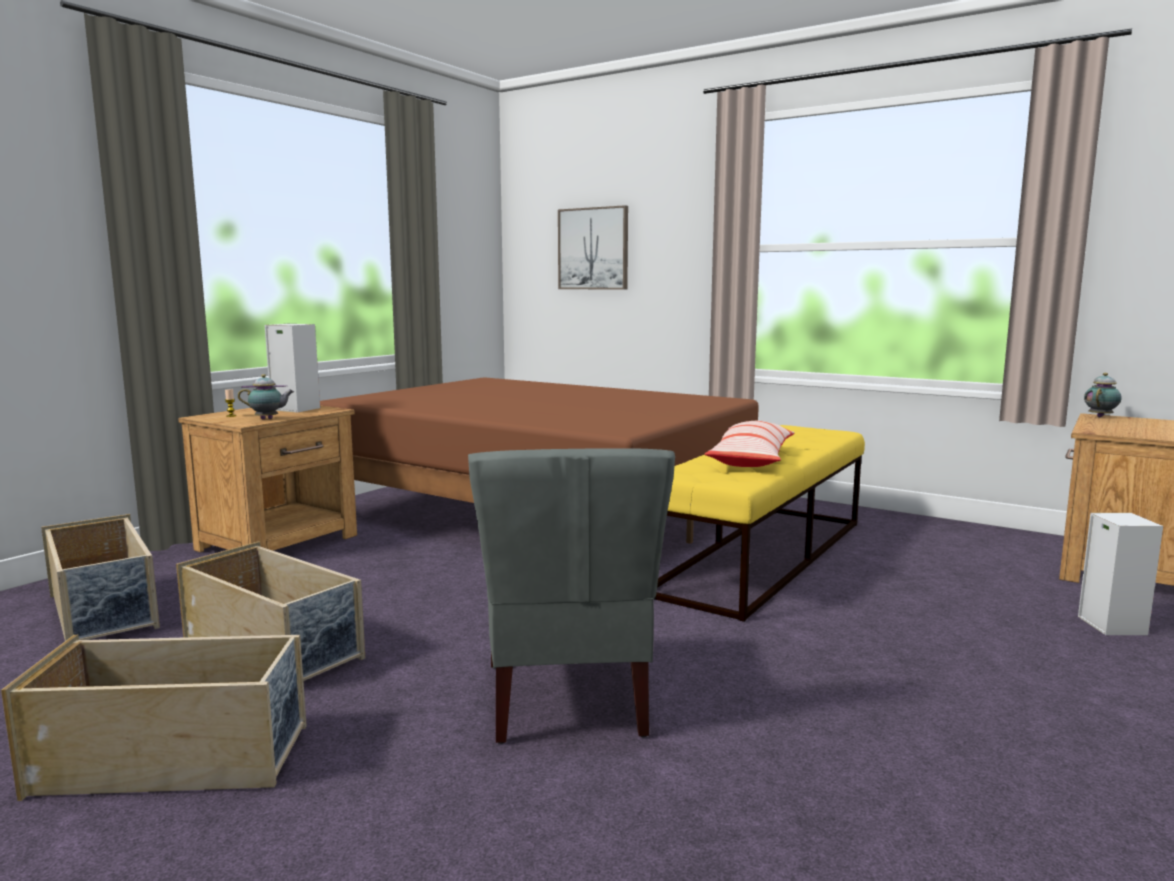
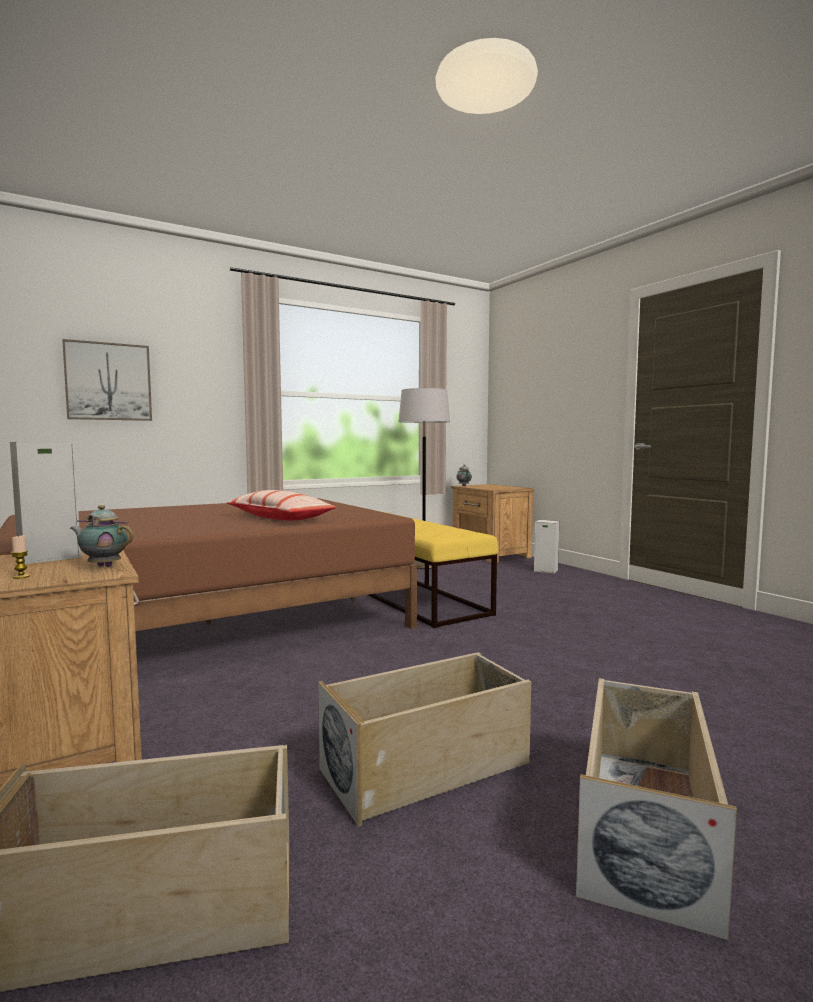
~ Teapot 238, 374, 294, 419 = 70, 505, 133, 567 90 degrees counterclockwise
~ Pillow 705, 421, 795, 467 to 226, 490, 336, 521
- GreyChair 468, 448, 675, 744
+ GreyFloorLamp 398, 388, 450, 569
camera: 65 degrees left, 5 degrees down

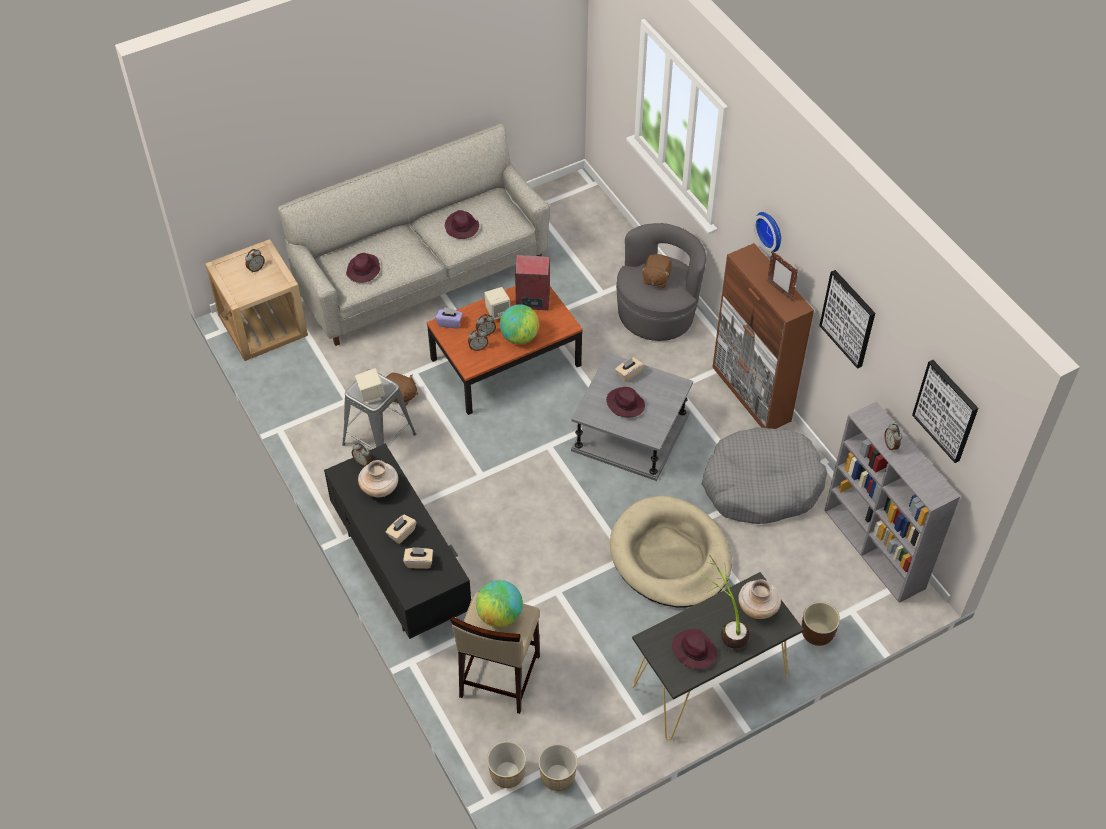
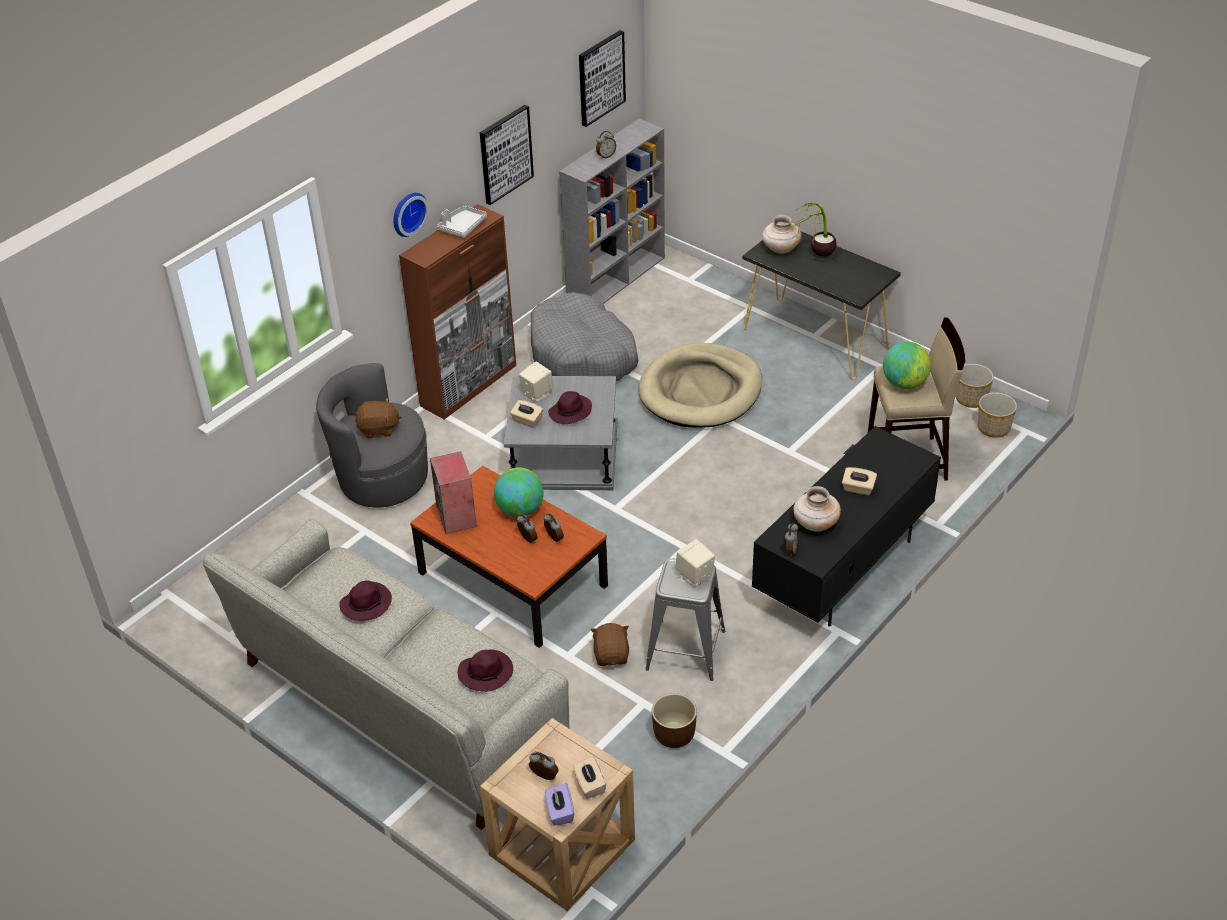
~ PictureFrame 767, 251, 798, 301 to GreyTray 437, 206, 487, 238
~ BeigeSpeaker 484, 287, 510, 320 to 519, 361, 554, 402
~ PurpleTissueBox 435, 307, 463, 329 to 545, 783, 574, 826
~ BeigeTissueBox 403, 547, 433, 569 to 573, 756, 607, 798
~ BrownPlanter 801, 602, 840, 646 to 652, 693, 697, 748
- PurpleHat 672, 629, 717, 669
camera: 110 degrees left, 10 degrees down

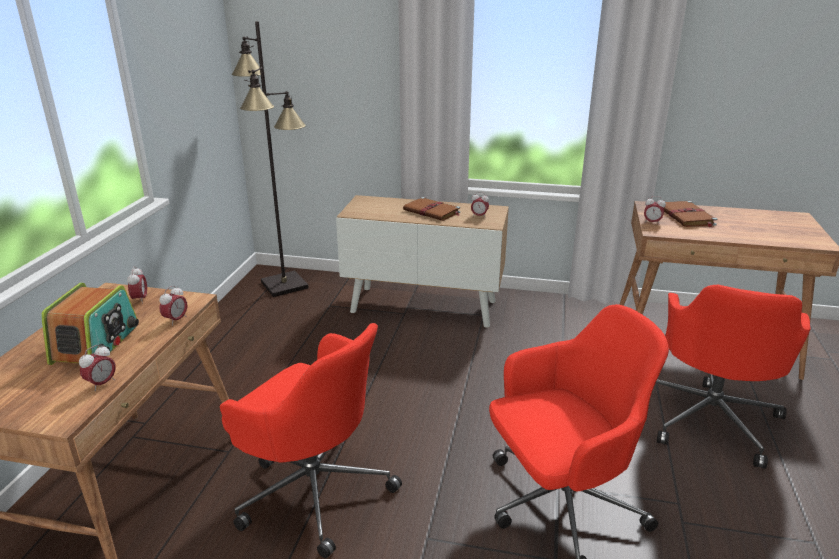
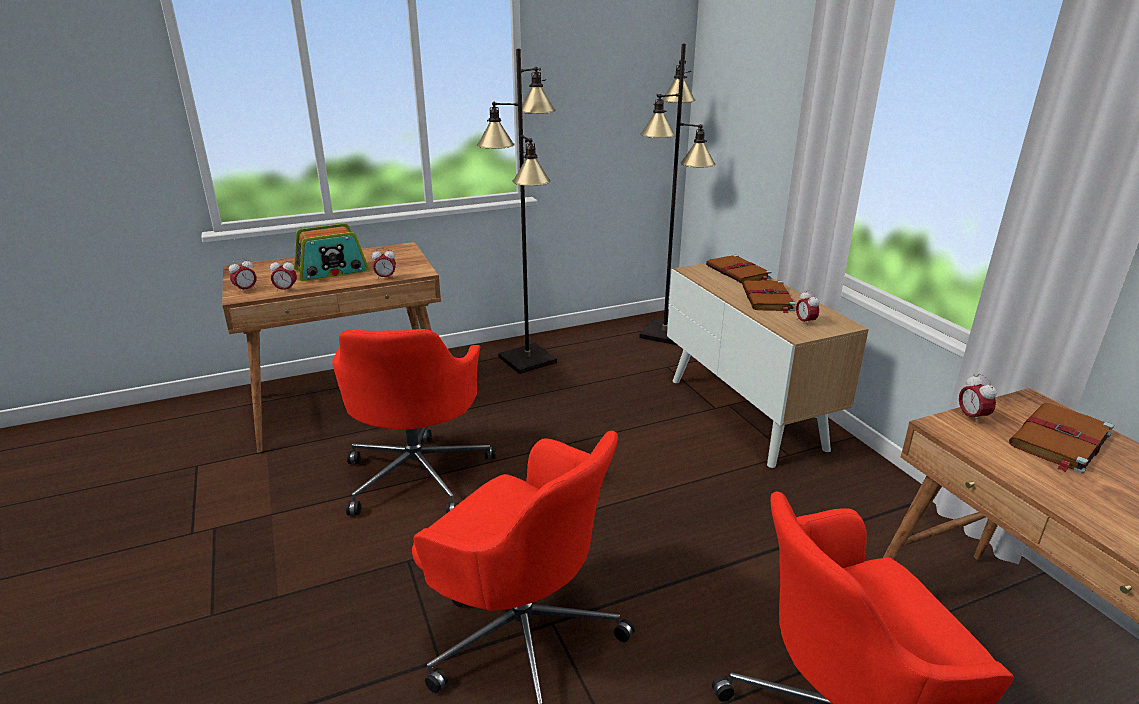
~ AlarmClock 127, 266, 147, 304 to 229, 258, 257, 294
+ BlackFloorLamp 477, 49, 557, 374
+ BrownBook 706, 255, 772, 283
camera: 55 degrees right, 0 degrees up

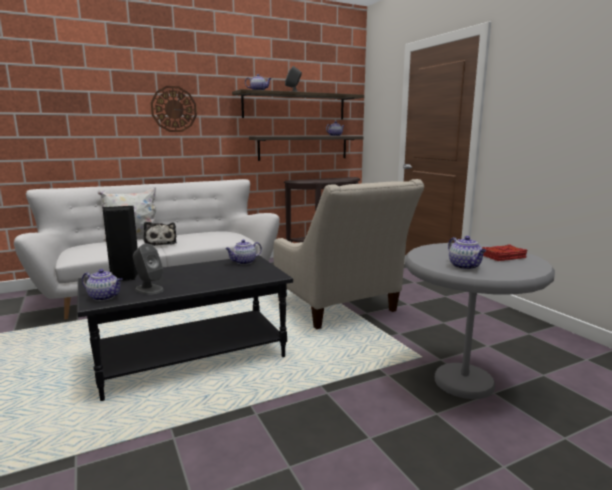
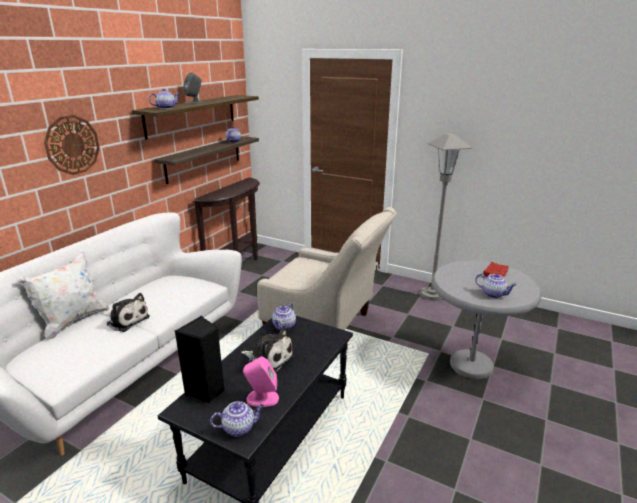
~ GreySpeaker 133, 244, 164, 295 to PinkSpeaker 243, 357, 279, 407
+ GreyFloorLamp 421, 134, 472, 301
+ PlushToy 241, 327, 294, 373
camera: 35 degrees left, 10 degrees up

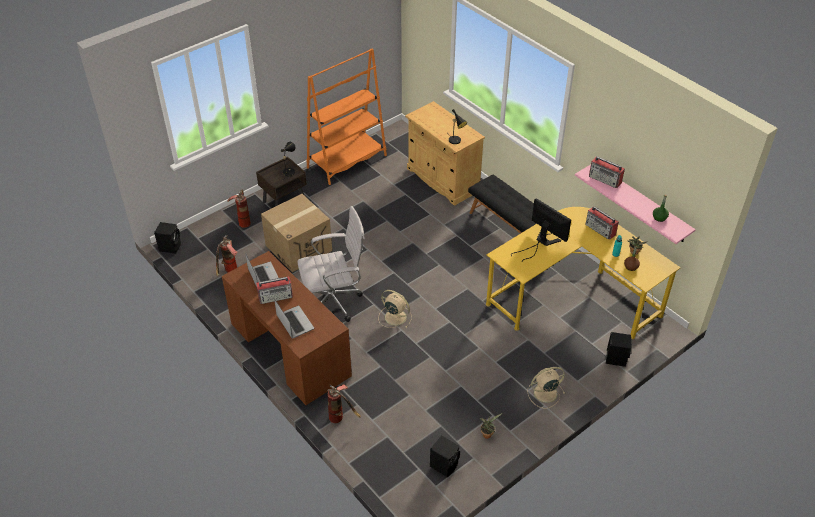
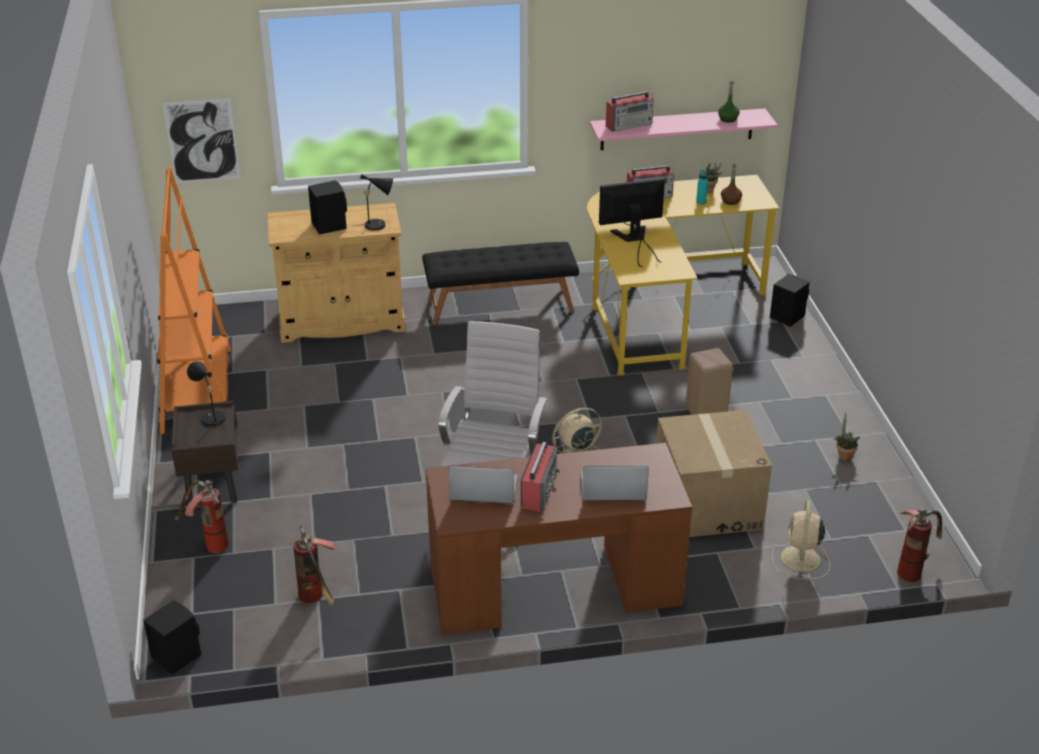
~ CardboardBox 261, 194, 332, 272 to 656, 410, 772, 537
~ BeigeFan 527, 367, 565, 408 to 772, 500, 830, 580
~ FireExtinguisher 327, 384, 361, 423 to 897, 509, 942, 582
~ BlackSpeaker 430, 435, 460, 477 to 308, 180, 347, 235
+ Picture 163, 99, 240, 183
+ BeigeStool 686, 348, 733, 415
camera: 60 degrees left, 10 degrees down

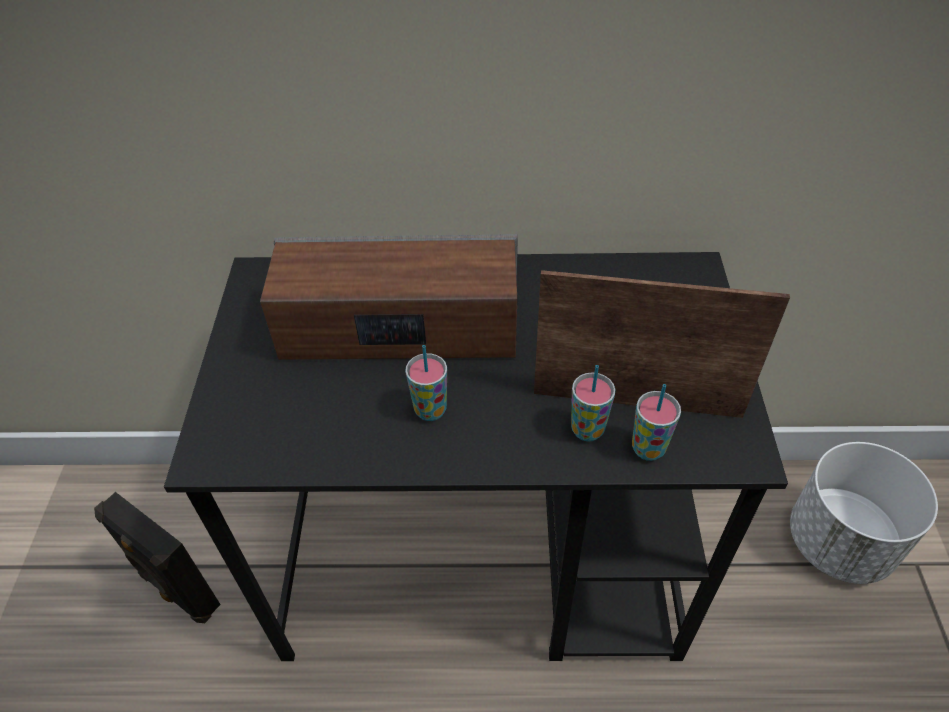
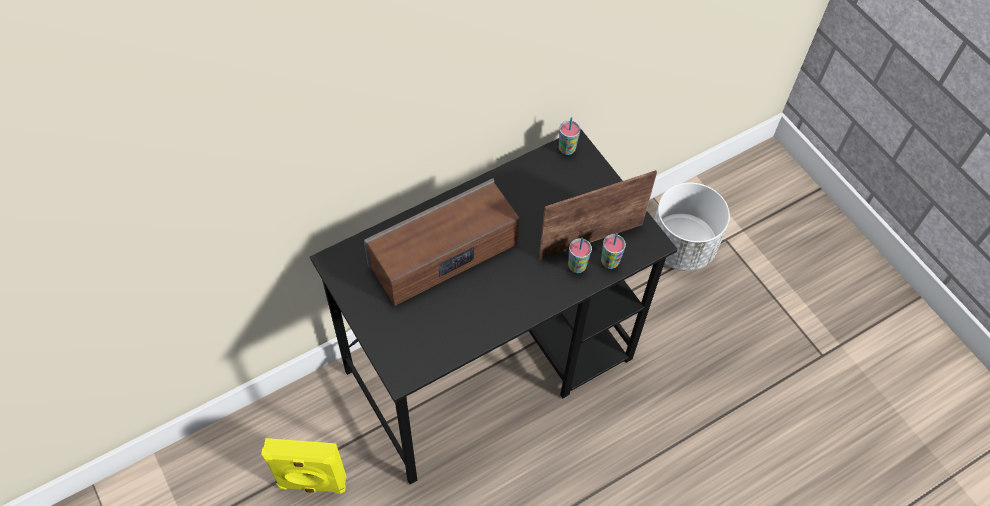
~ Cup 405, 345, 447, 421 to 559, 117, 581, 155
~ BlackSpeaker 94, 492, 221, 623 to YellowSpeaker 261, 438, 346, 494
camera: 35 degrees left, 10 degrees up

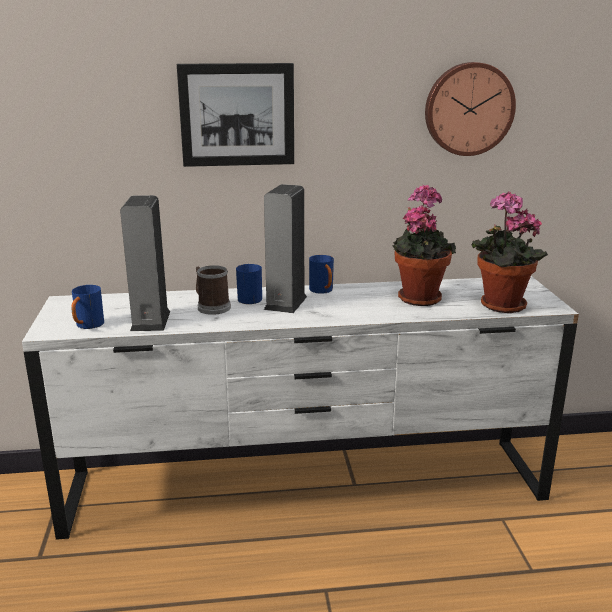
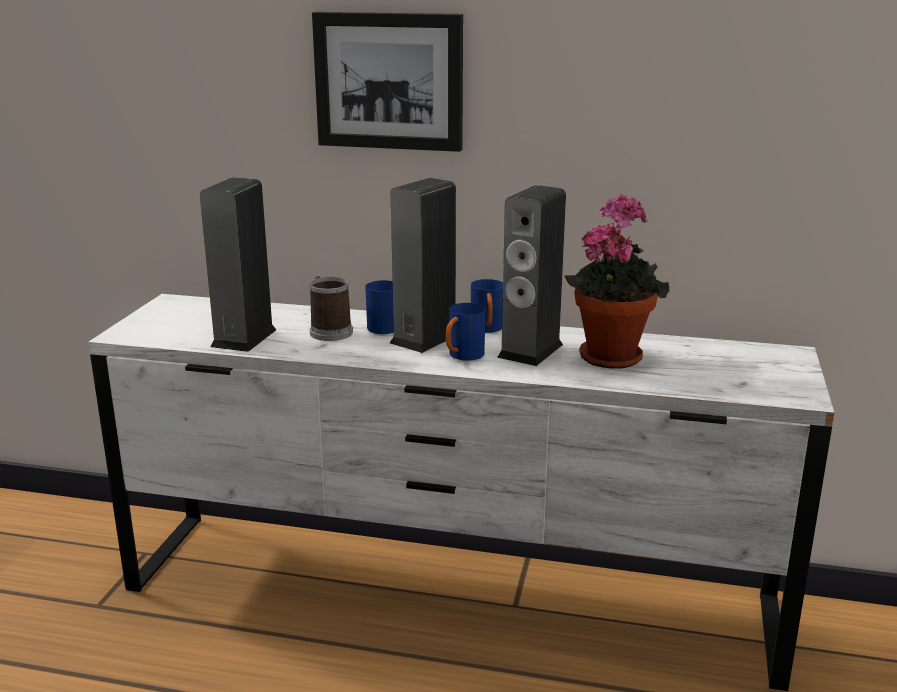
- WallClock 425, 62, 516, 156
- PottedPlant 472, 191, 548, 313
~ BlueMug 71, 285, 104, 329 to 446, 303, 486, 361
+ Speaker 497, 185, 566, 366
camera: 20 degrees right, 0 degrees up

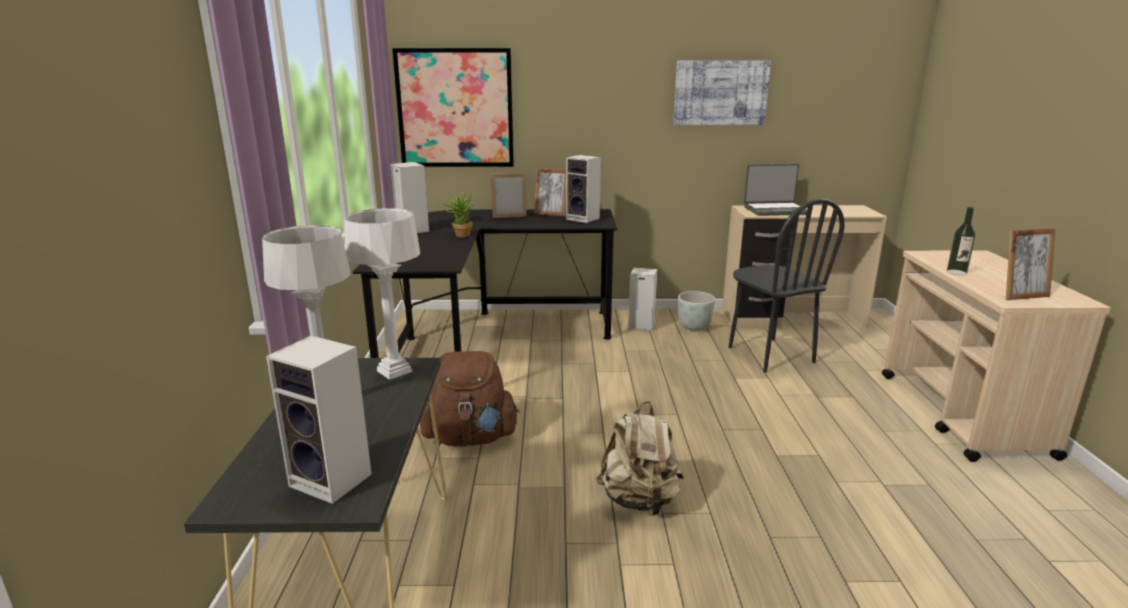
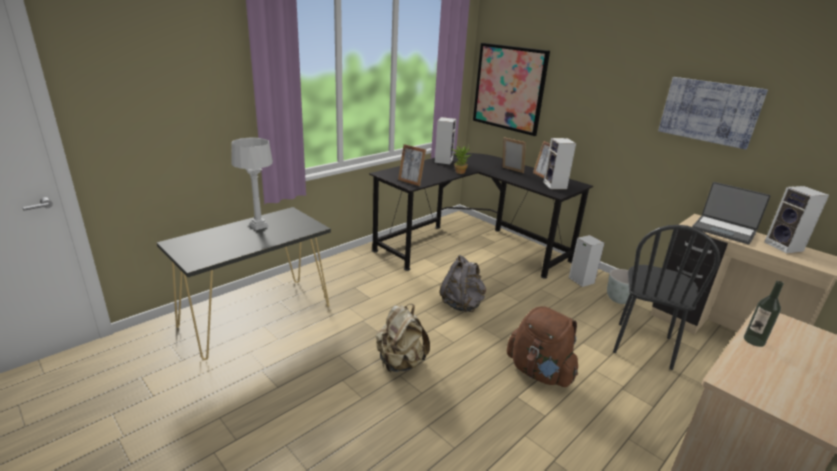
- WhiteTableLamp 344, 208, 420, 380
~ PictureFrame 1006, 228, 1056, 300 to 398, 144, 426, 186
~ Speaker 266, 335, 372, 504 to 764, 186, 829, 254
~ BrownBackpack 420, 351, 520, 447 to 507, 306, 578, 387
+ GreyBackpack 439, 255, 486, 312
camera: 45 degrees right, 5 degrees up

